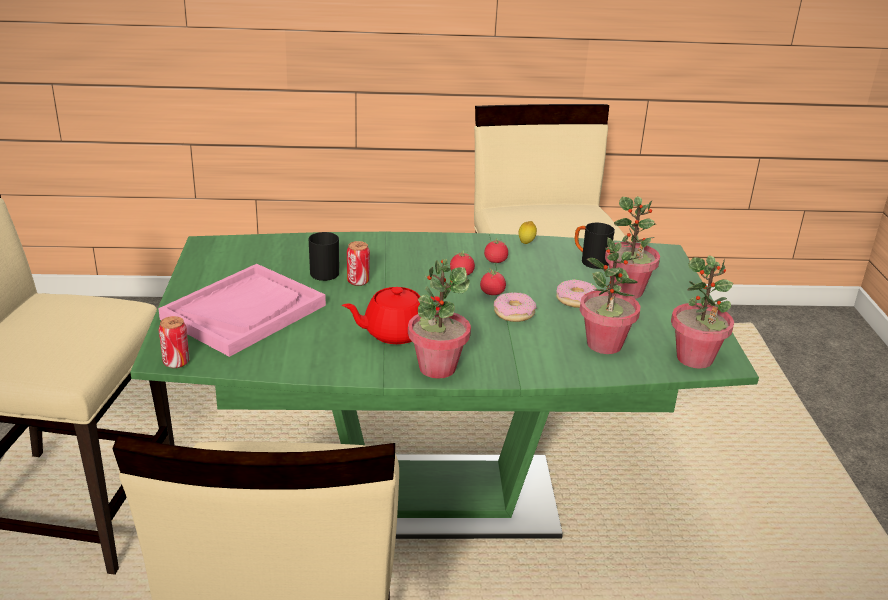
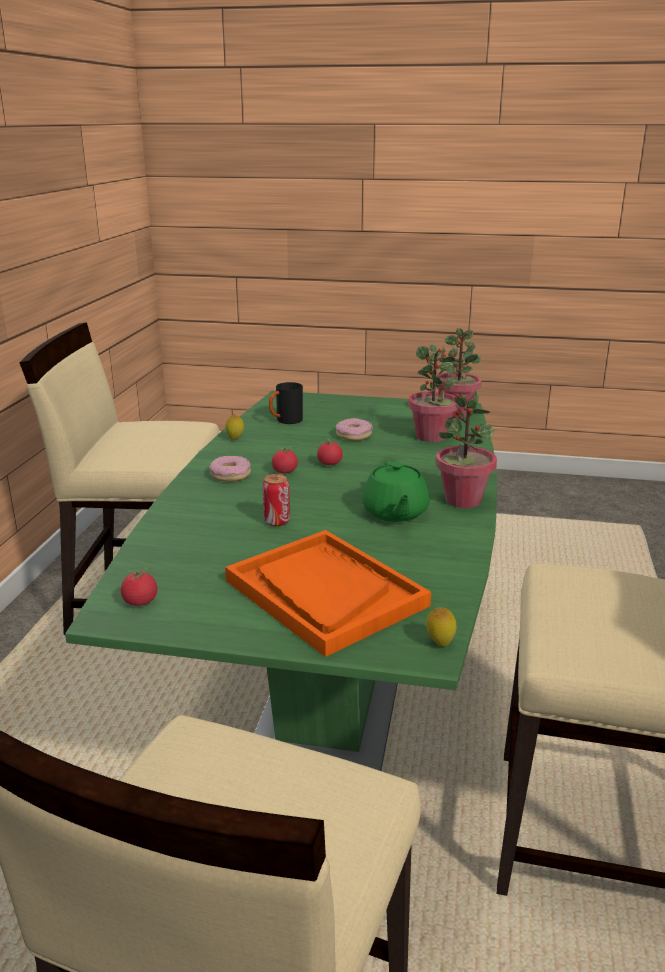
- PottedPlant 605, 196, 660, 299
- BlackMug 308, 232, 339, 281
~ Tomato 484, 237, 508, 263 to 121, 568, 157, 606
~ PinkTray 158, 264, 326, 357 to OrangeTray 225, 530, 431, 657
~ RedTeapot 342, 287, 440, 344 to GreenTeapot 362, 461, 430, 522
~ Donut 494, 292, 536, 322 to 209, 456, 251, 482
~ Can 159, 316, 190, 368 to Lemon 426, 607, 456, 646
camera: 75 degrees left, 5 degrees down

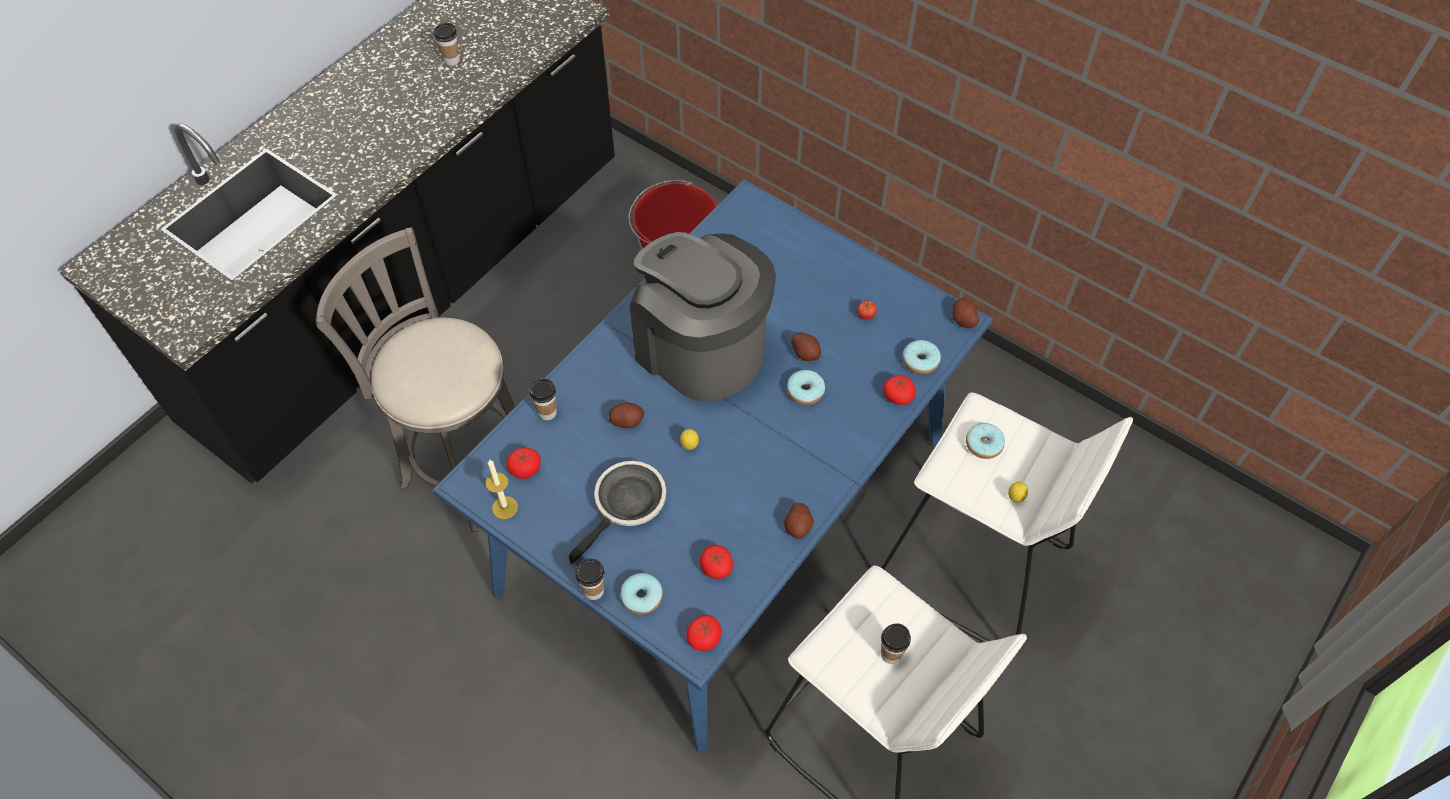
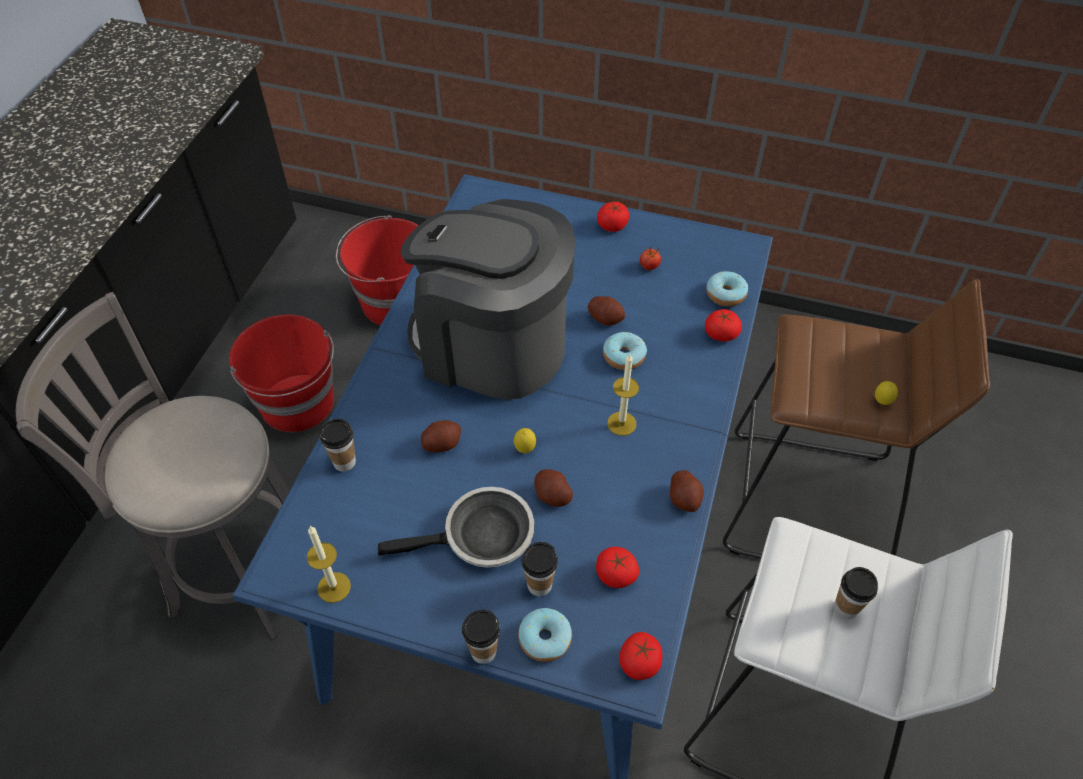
~ Cup 434, 23, 460, 66 to 522, 542, 558, 596
~ Potato 952, 298, 979, 328 to 534, 469, 573, 507
~ WhiteStool 882, 393, 1133, 642 to BrownStool 723, 279, 990, 559
- Donut 966, 423, 1005, 459
~ Tomato 506, 448, 541, 479 to 597, 202, 629, 232
~ FryingPan 569, 461, 666, 564 = 378, 487, 534, 568 60 degrees clockwise
+ RedBucket 229, 315, 334, 432
+ Candle 607, 354, 639, 436
camera: 20 degrees left, 5 degrees down

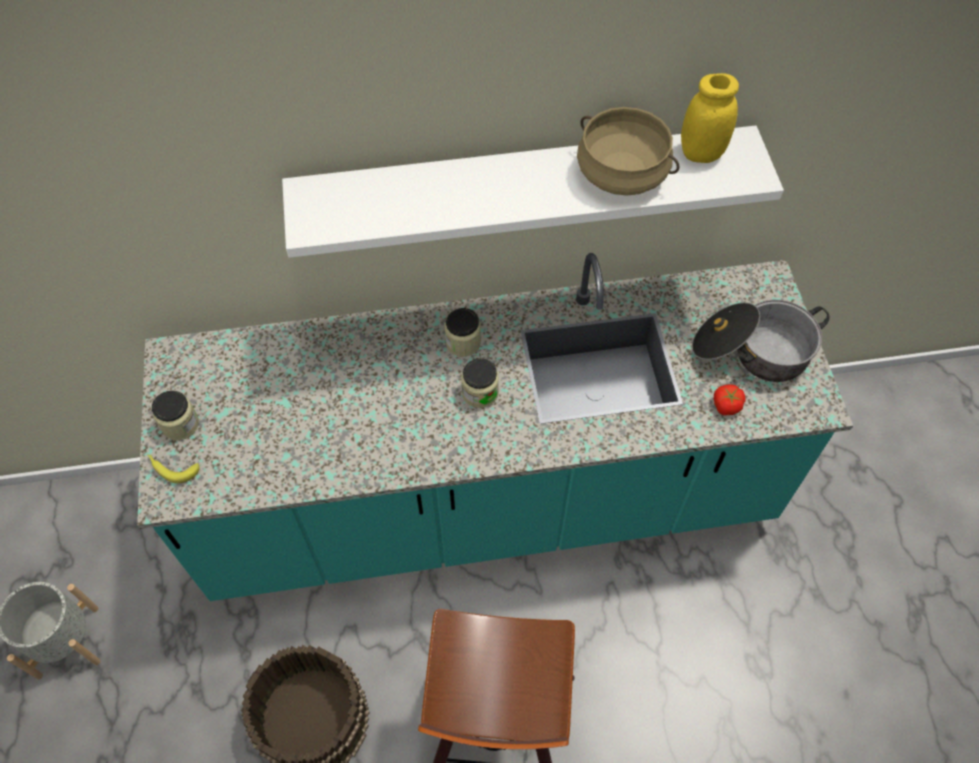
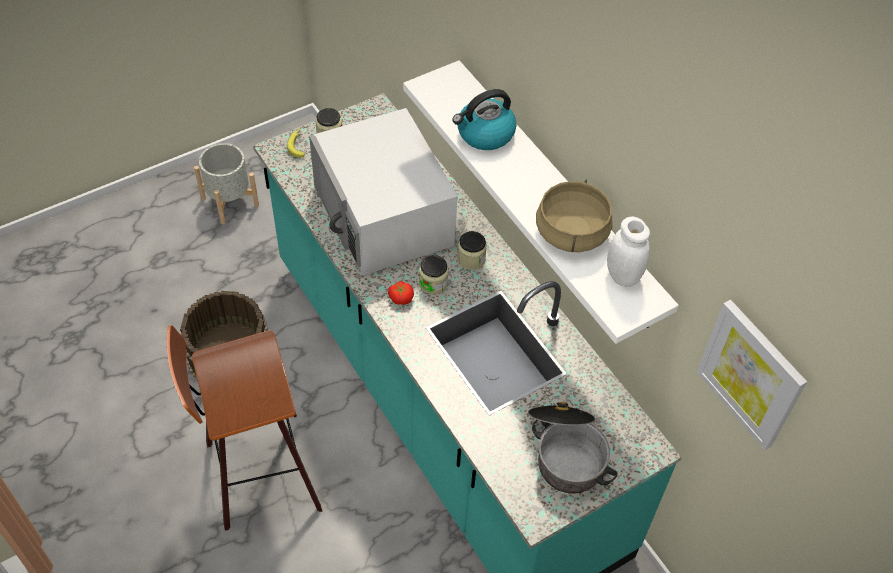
~ YellowJar 681, 73, 739, 163 to WhiteJar 607, 217, 650, 287
~ Tomato 714, 384, 746, 415 to 388, 281, 414, 305
+ Kettle 452, 89, 517, 150
+ WhiteMicrowave 309, 108, 457, 275
+ Picture 696, 300, 807, 450
camera: 65 degrees right, 5 degrees down

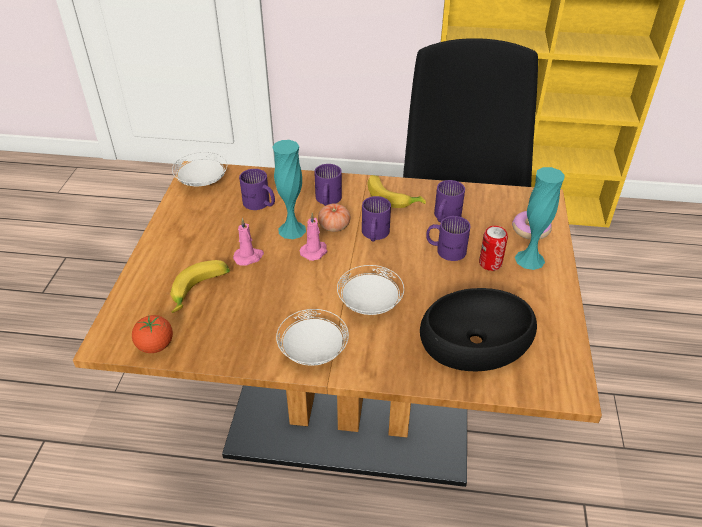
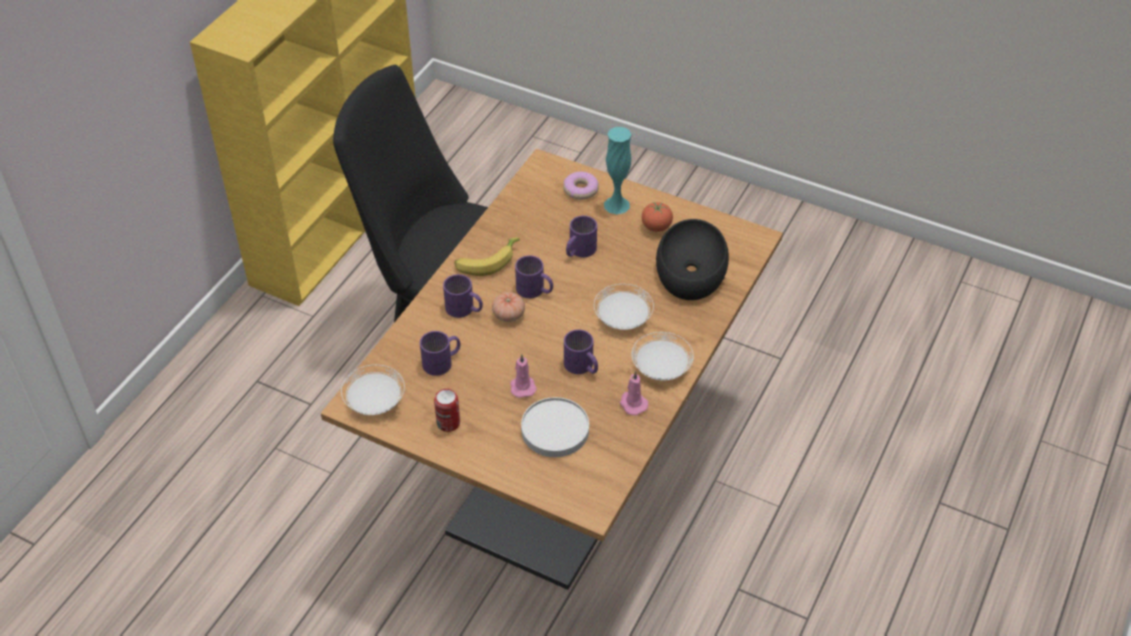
- TurquoiseVase 272, 140, 306, 239
~ PurpleMug 434, 180, 465, 222 to 564, 329, 598, 374
~ PinkCandle 300, 213, 327, 261 to 620, 371, 648, 415
~ Can 479, 226, 508, 271 to 434, 389, 460, 432
~ Banana 170, 260, 230, 313 to WhitePlate 521, 397, 589, 457
~ Tomato 132, 315, 173, 353 to 642, 202, 673, 232
camera: 70 degrees left, 5 degrees up

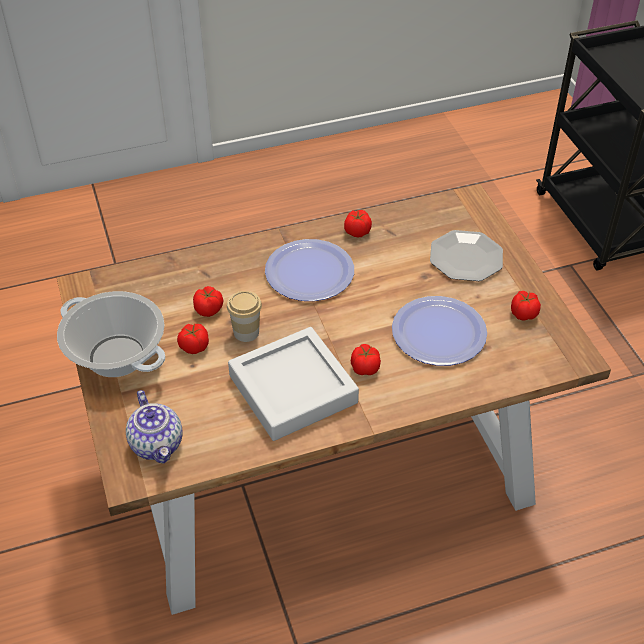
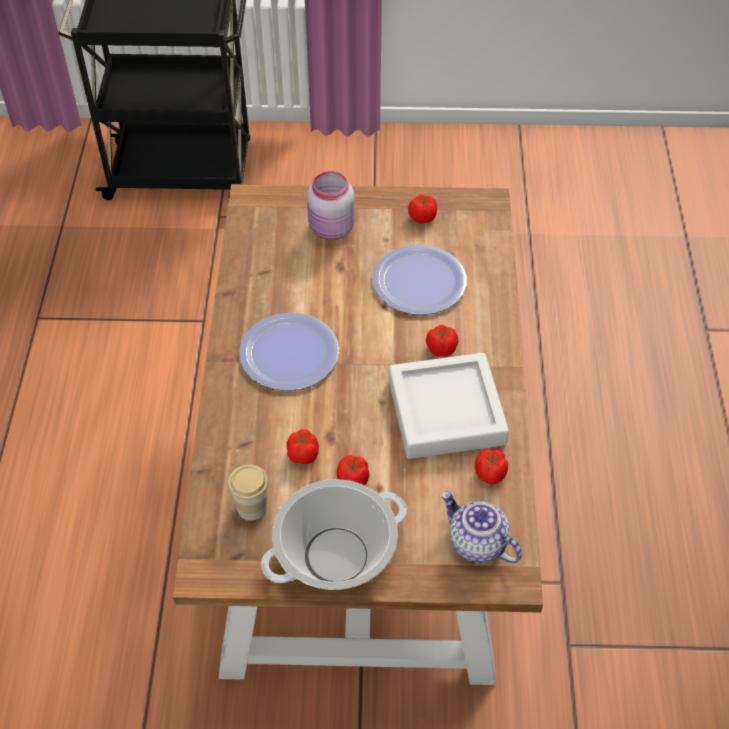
~ Tomato 344, 210, 372, 237 to 475, 449, 508, 485
~ Plate 430, 230, 503, 281 to PinkJar 307, 171, 355, 240
~ Cup 227, 291, 262, 342 to 228, 465, 269, 521
~ Teapot 126, 390, 183, 464 = 441, 491, 522, 563 135 degrees counterclockwise
camera: 70 degrees left, 5 degrees up

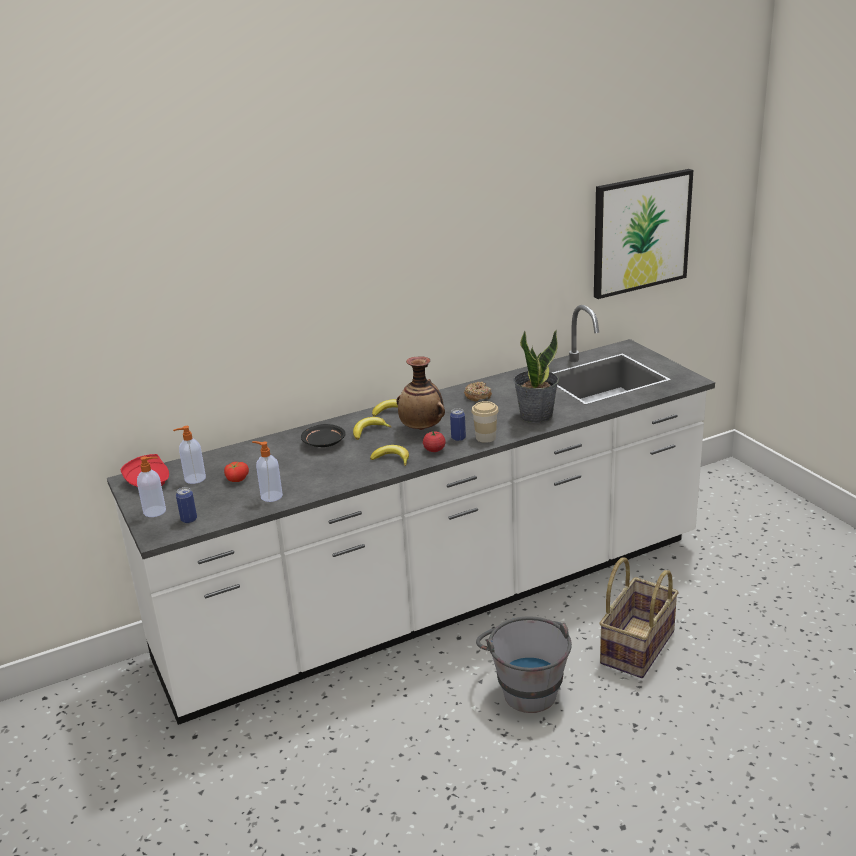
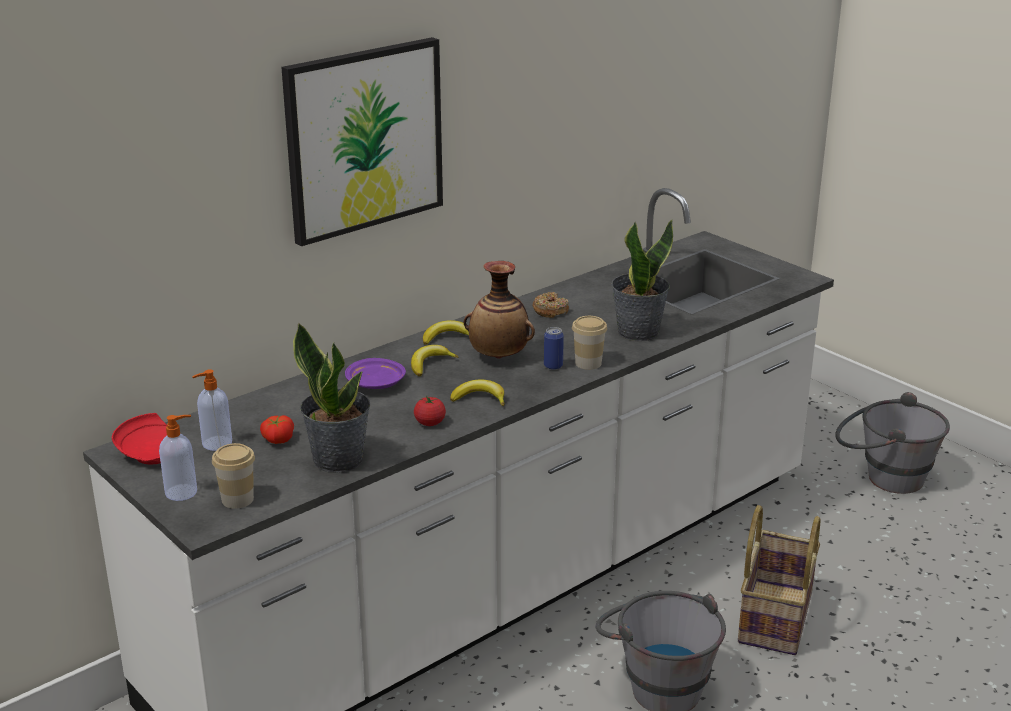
~ Picture 594, 169, 693, 299 to 281, 37, 443, 246
~ BlackPlate 301, 424, 346, 447 to PurplePlate 345, 358, 406, 389
~ Tomato 423, 430, 446, 452 to 414, 396, 446, 426
~ SoapDispenser 252, 441, 283, 502 to PottedPlant 293, 322, 370, 473
~ Can 176, 487, 197, 523 to Cup 212, 443, 255, 509
+ GreyBucket 835, 392, 950, 494
camera: 15 degrees left, 0 degrees up

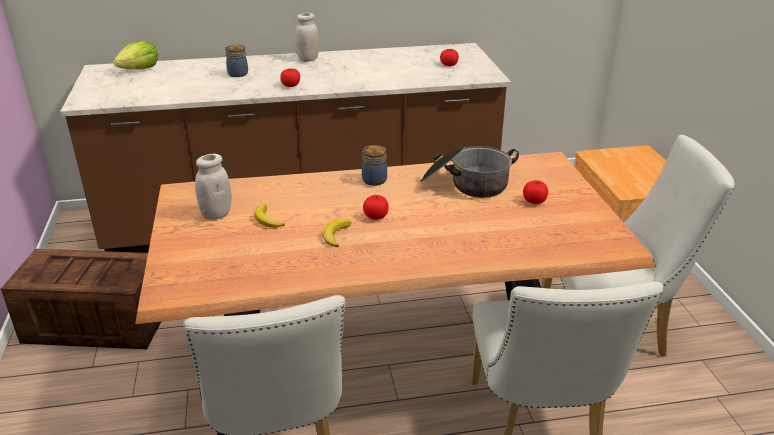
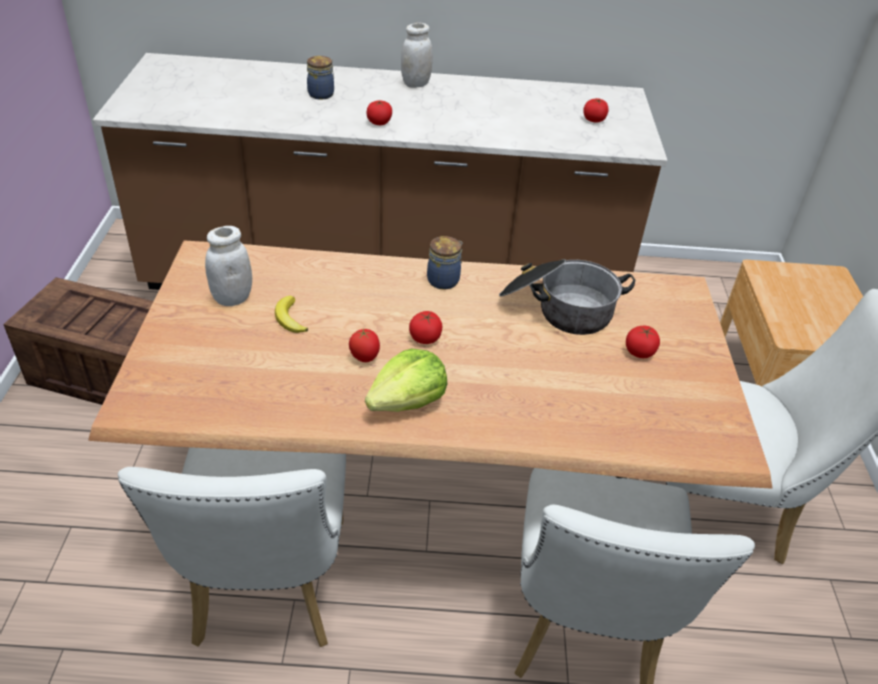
~ Lettuce 113, 40, 158, 70 to 365, 348, 447, 412
~ Banana 323, 219, 351, 247 to Tomato 349, 329, 380, 362
camera: 10 degrees right, 10 degrees up

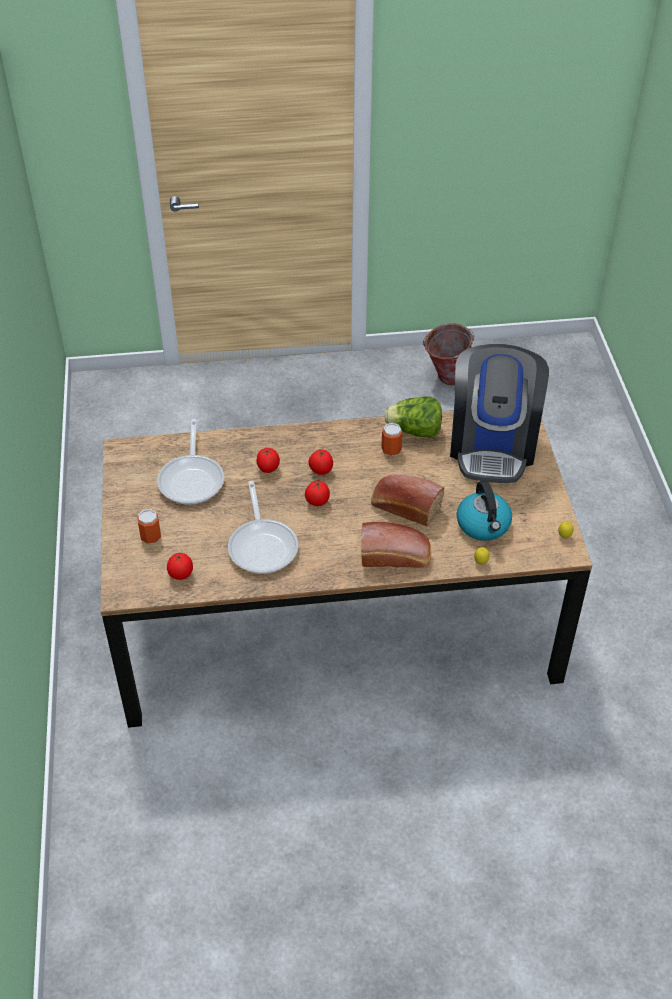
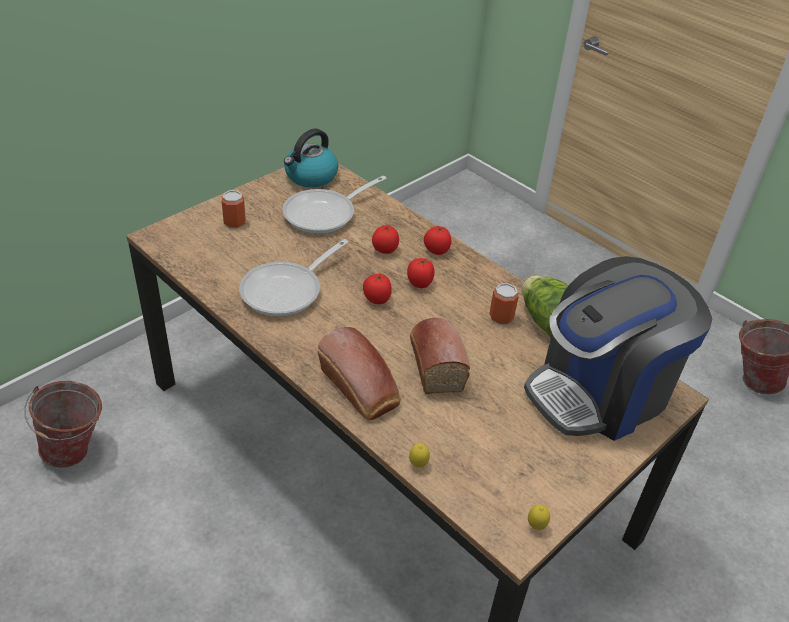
~ Kettle 457, 481, 512, 541 to 284, 128, 338, 188
~ Tomato 167, 552, 193, 580 to 424, 226, 451, 255
+ Bucket 25, 381, 102, 467
camera: 50 degrees right, 5 degrees down

